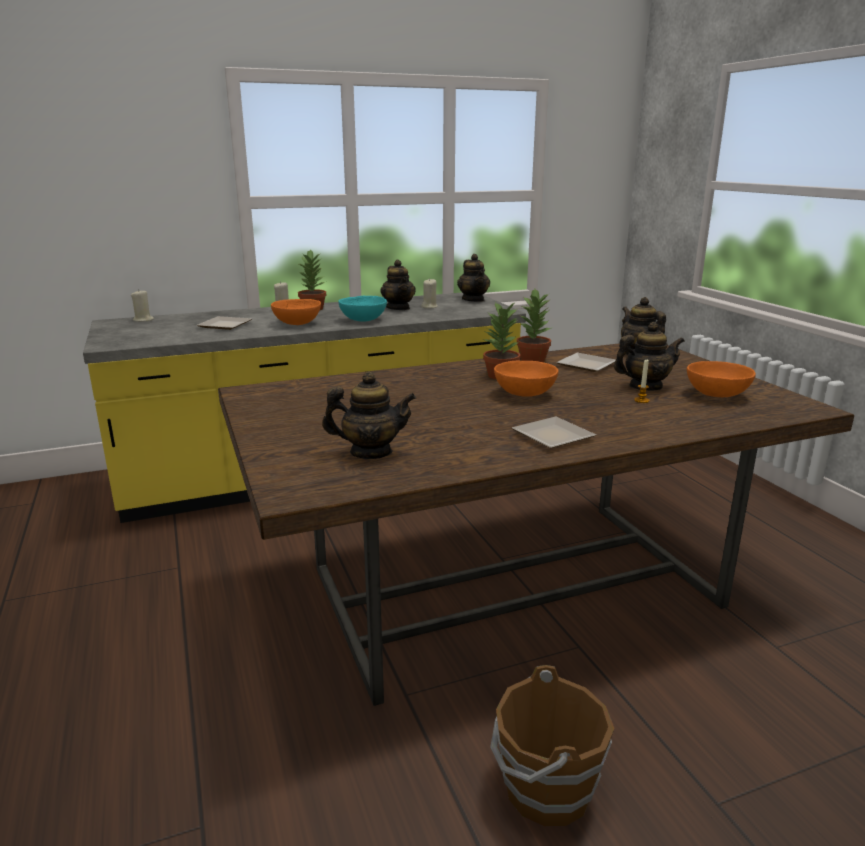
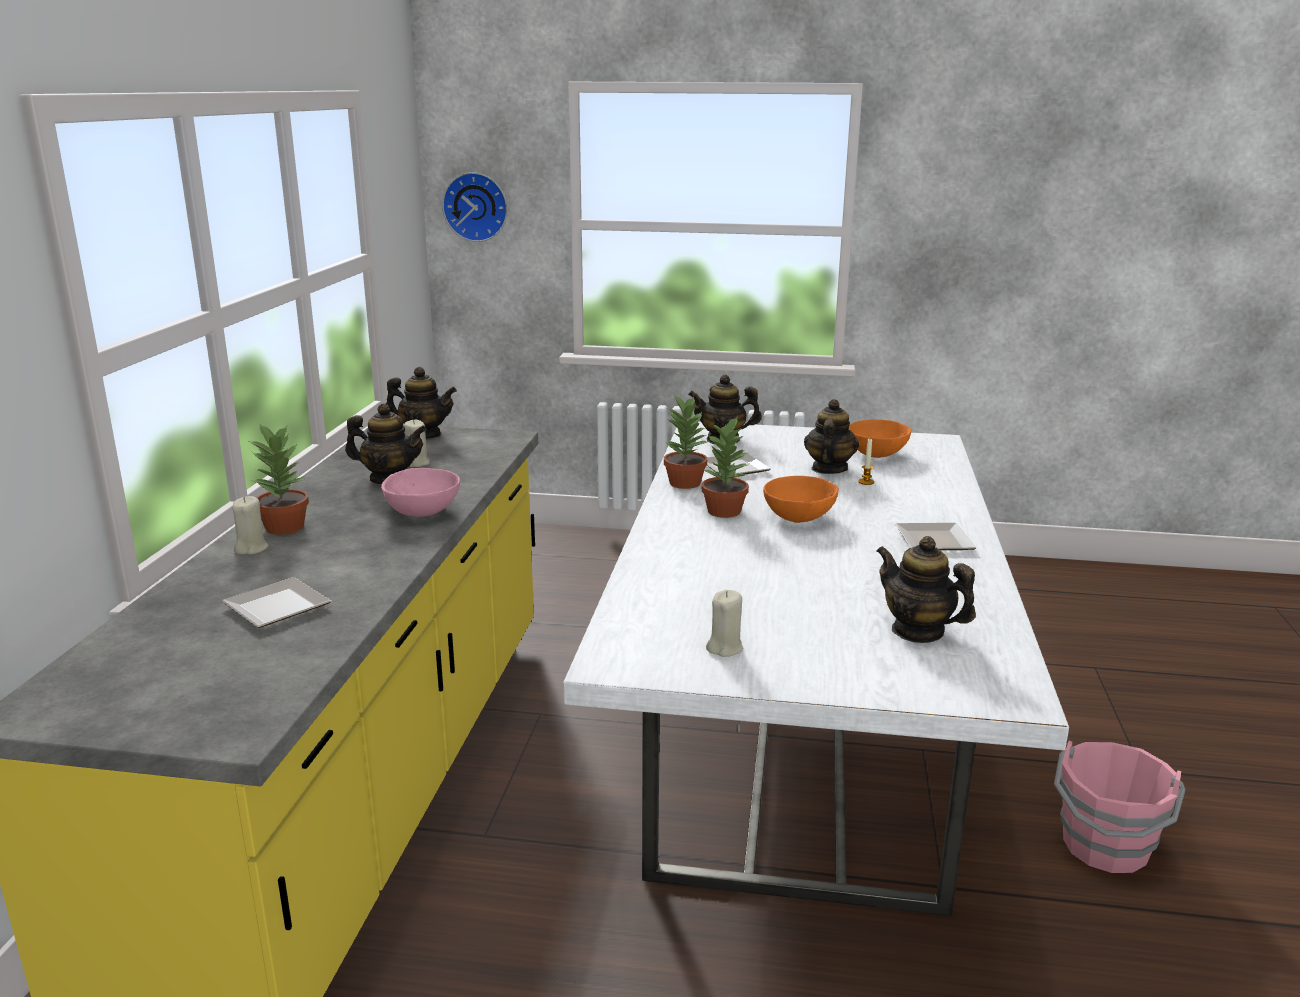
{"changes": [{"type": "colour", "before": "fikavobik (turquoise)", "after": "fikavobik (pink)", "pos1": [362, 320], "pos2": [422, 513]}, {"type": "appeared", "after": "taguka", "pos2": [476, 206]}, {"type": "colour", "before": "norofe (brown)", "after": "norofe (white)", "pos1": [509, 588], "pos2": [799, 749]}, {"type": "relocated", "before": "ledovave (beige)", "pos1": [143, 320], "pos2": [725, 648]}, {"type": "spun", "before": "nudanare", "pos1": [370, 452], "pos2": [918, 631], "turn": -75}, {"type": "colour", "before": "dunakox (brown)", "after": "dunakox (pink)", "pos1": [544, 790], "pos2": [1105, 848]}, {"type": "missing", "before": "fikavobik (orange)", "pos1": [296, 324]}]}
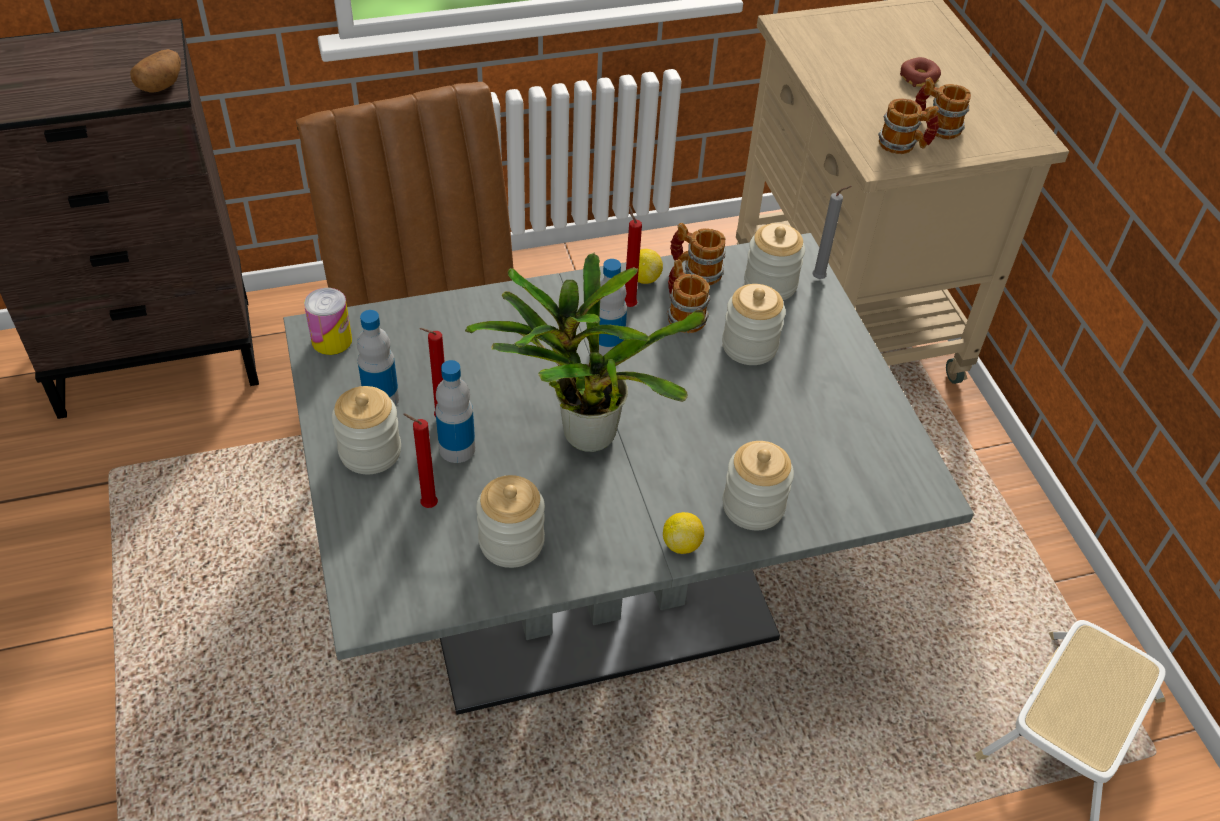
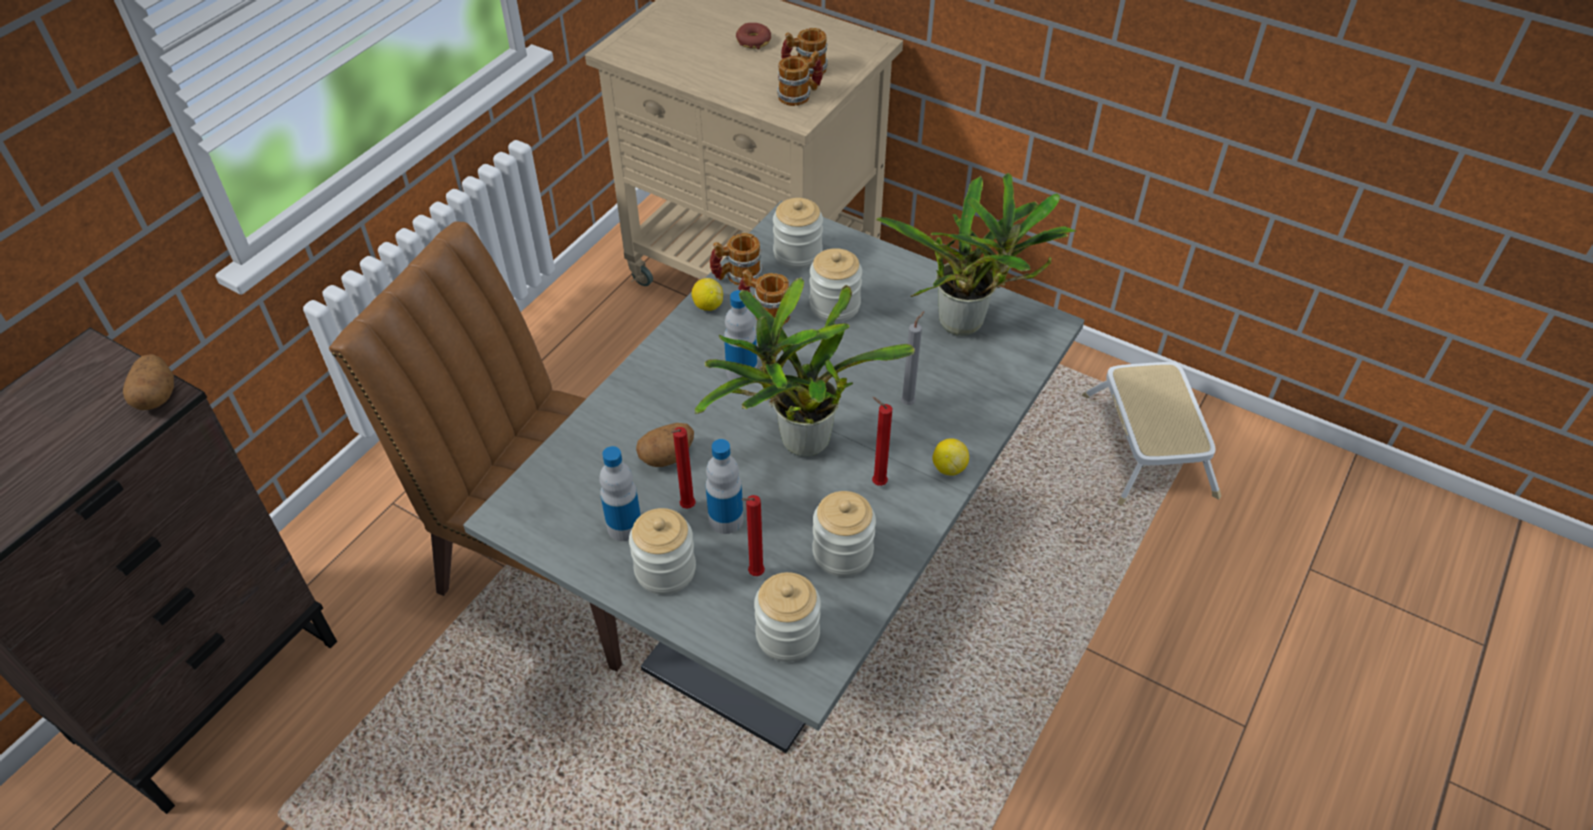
{"changes": [{"type": "appeared", "after": "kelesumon", "pos2": [667, 456]}, {"type": "relocated", "before": "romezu", "pos1": [753, 506], "pos2": [787, 635]}, {"type": "relocated", "before": "ledovave (red)", "pos1": [628, 304], "pos2": [876, 483]}, {"type": "appeared", "after": "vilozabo", "pos2": [968, 324]}, {"type": "relocated", "before": "ledovave (grey)", "pos1": [821, 278], "pos2": [909, 402]}, {"type": "missing", "before": "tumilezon", "pos1": [332, 340]}]}
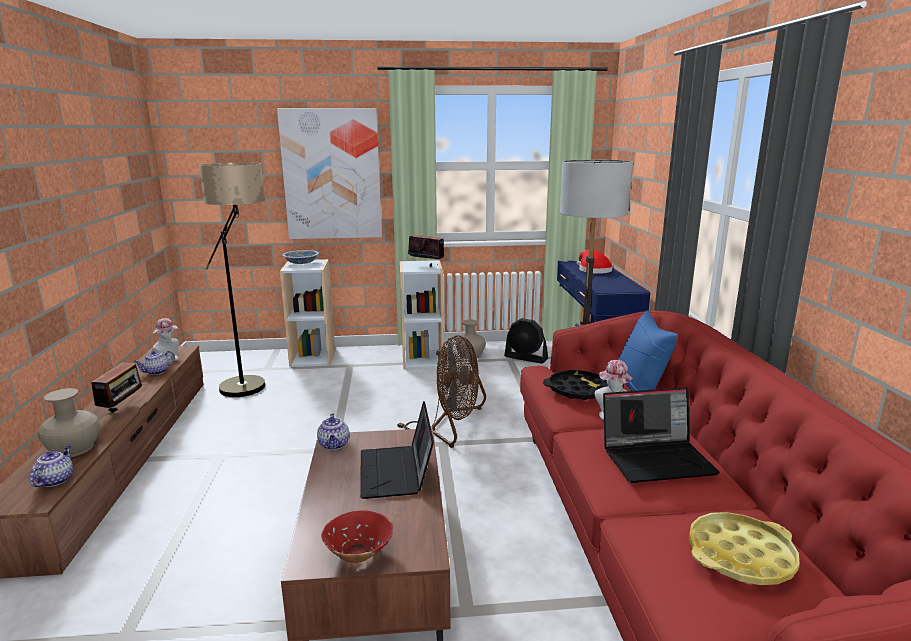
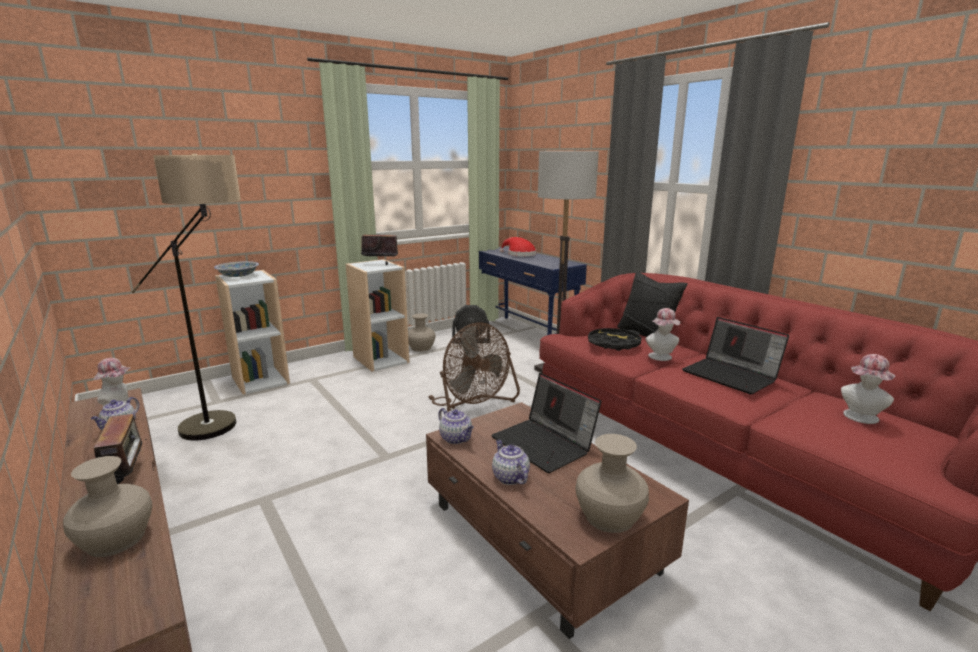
{"changes": [{"type": "spun", "before": "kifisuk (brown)", "pos1": [449, 425], "pos2": [470, 408], "turn": 60}, {"type": "relocated", "before": "nudanare", "pos1": [55, 480], "pos2": [509, 477]}, {"type": "exchanged", "before": "fikavobik (red)", "after": "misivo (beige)", "pos1": [358, 553], "pos2": [609, 516]}, {"type": "colour", "before": "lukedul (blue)", "after": "lukedul (black)", "pos1": [639, 388], "pos2": [647, 334]}, {"type": "spun", "before": "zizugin", "pos1": [657, 458], "pos2": [732, 375], "turn": 90}, {"type": "exchanged", "before": "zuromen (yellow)", "after": "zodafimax", "pos1": [740, 556], "pos2": [861, 418]}, {"type": "missing", "before": "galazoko", "pos1": [332, 174]}]}
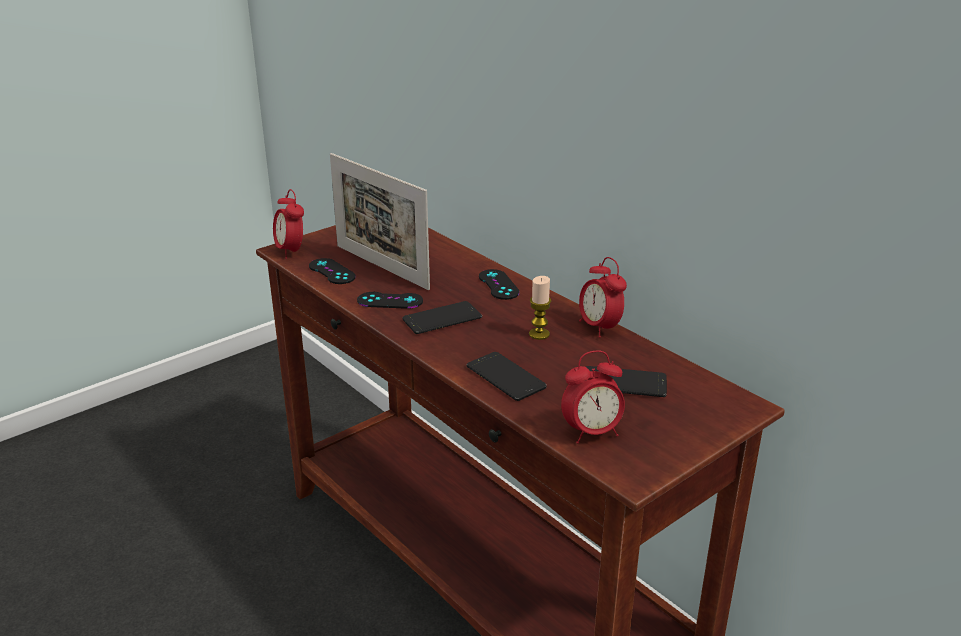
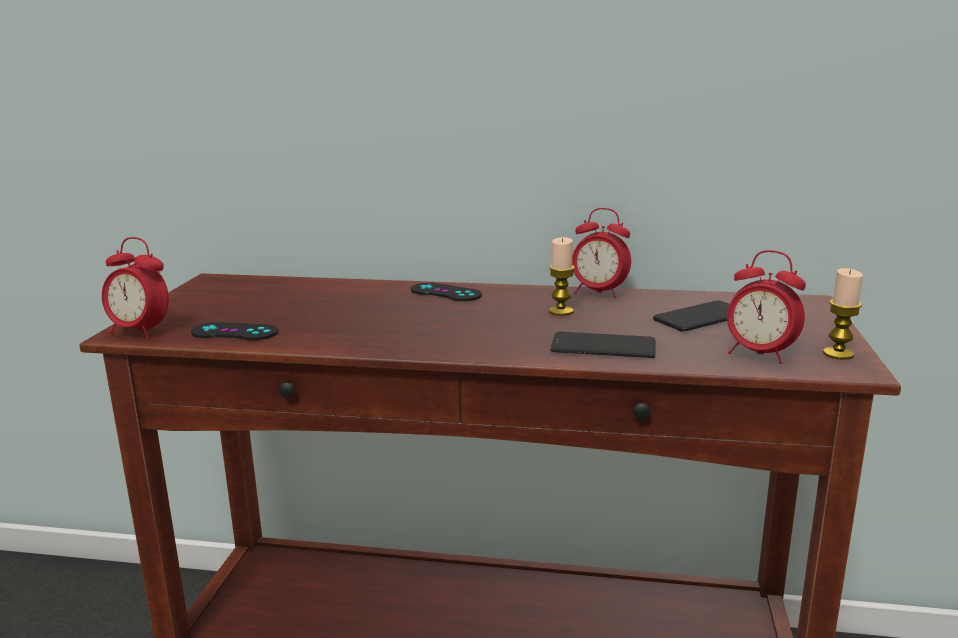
{"changes": [{"type": "spun", "before": "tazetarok", "pos1": [592, 432], "pos2": [759, 355], "turn": 90}, {"type": "appeared", "after": "ledovave", "pos2": [838, 354]}, {"type": "missing", "before": "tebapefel", "pos1": [381, 267]}, {"type": "missing", "before": "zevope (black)", "pos1": [390, 301]}, {"type": "missing", "before": "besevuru", "pos1": [442, 319]}]}
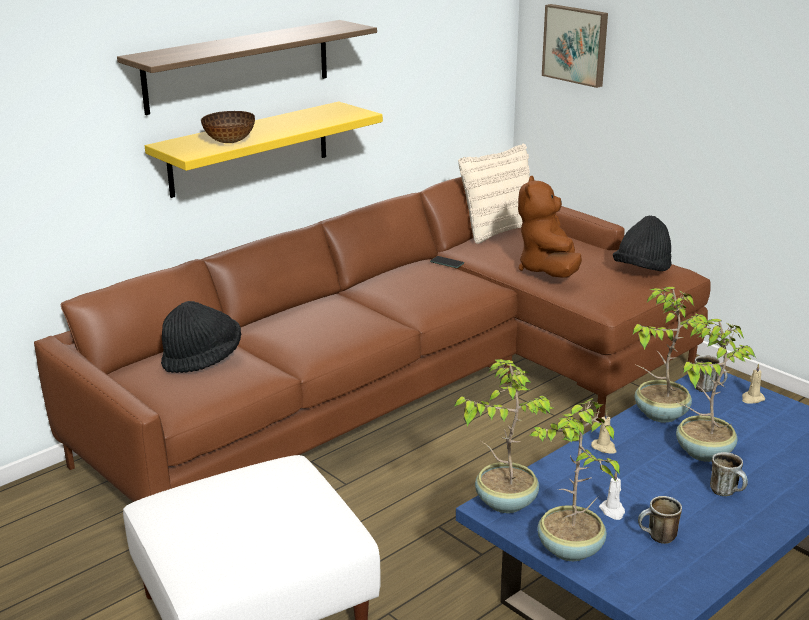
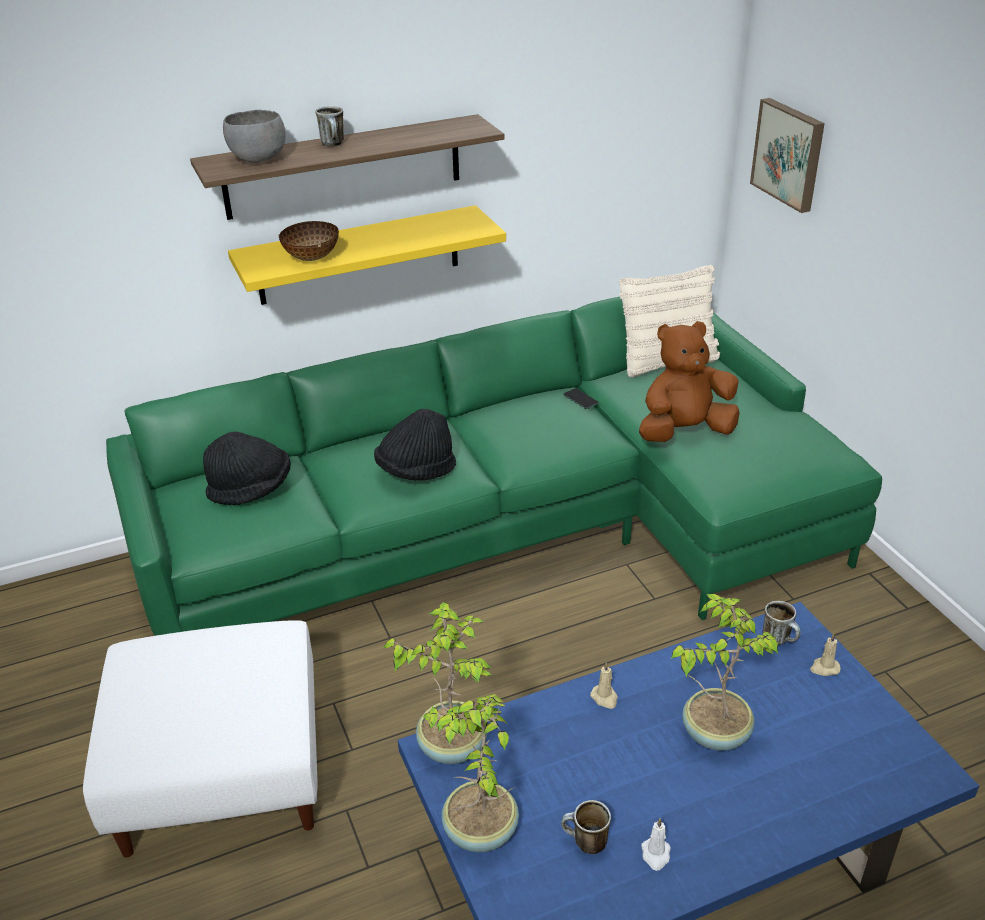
{"changes": [{"type": "colour", "before": "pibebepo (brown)", "after": "pibebepo (green)", "pos1": [404, 391], "pos2": [511, 531]}, {"type": "appeared", "after": "fikavobik (grey)", "pos2": [257, 159]}, {"type": "relocated", "before": "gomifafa", "pos1": [727, 492], "pos2": [334, 144]}, {"type": "relocated", "before": "zodafimax (black)", "pos1": [642, 270], "pos2": [416, 471]}, {"type": "spun", "before": "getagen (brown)", "pos1": [548, 270], "pos2": [684, 432], "turn": 45}, {"type": "relocated", "before": "ledovave (white)", "pos1": [612, 511], "pos2": [656, 855]}, {"type": "missing", "before": "vilozabo", "pos1": [659, 414]}]}
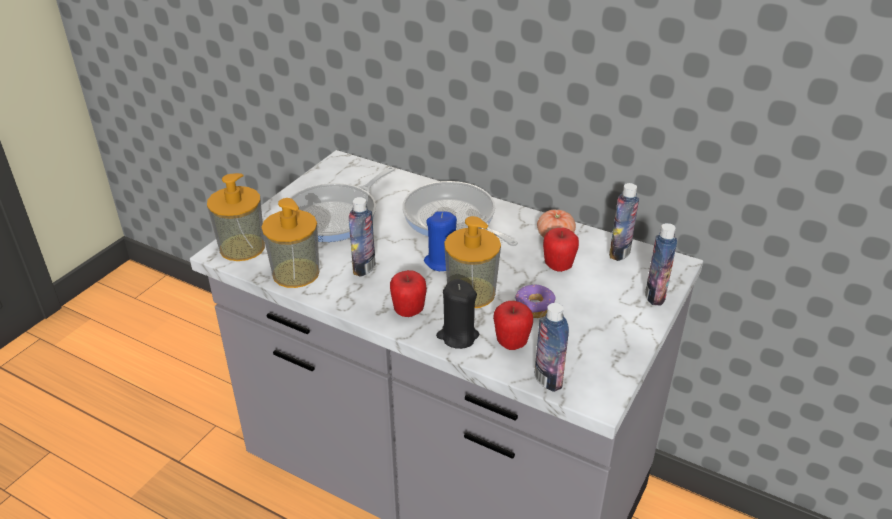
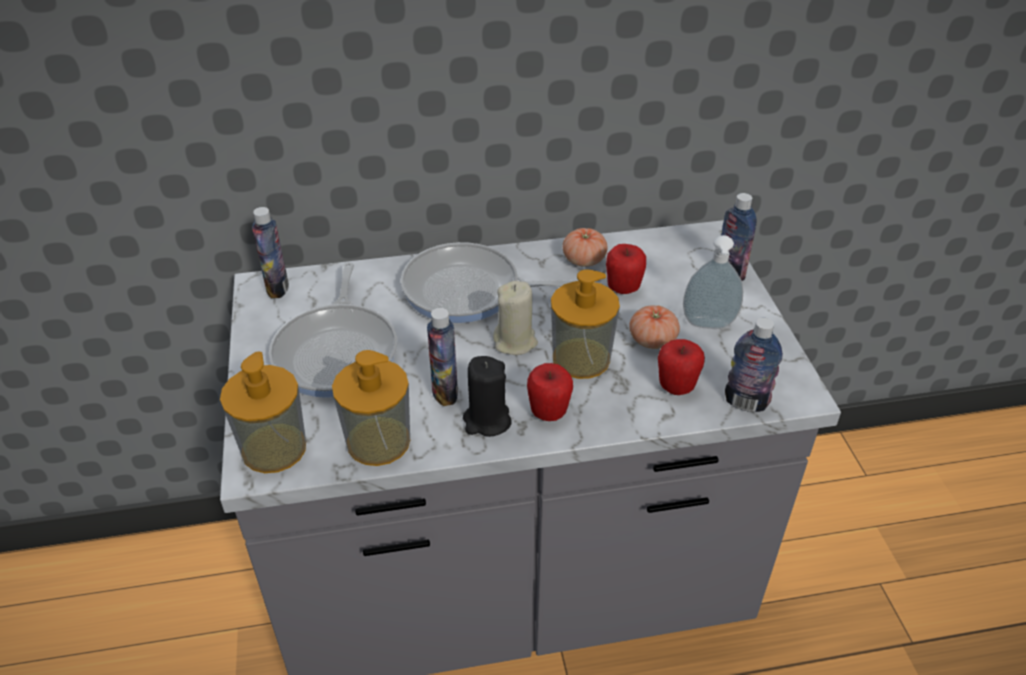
{"changes": [{"type": "relocated", "before": "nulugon", "pos1": [619, 253], "pos2": [277, 288]}, {"type": "relocated", "before": "ledovave (black)", "pos1": [457, 336], "pos2": [487, 421]}, {"type": "colour", "before": "ledovave (blue)", "after": "ledovave (beige)", "pos1": [443, 262], "pos2": [515, 341]}, {"type": "exchanged", "before": "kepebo", "after": "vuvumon", "pos1": [535, 307], "pos2": [652, 340]}, {"type": "appeared", "after": "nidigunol", "pos2": [708, 325]}]}
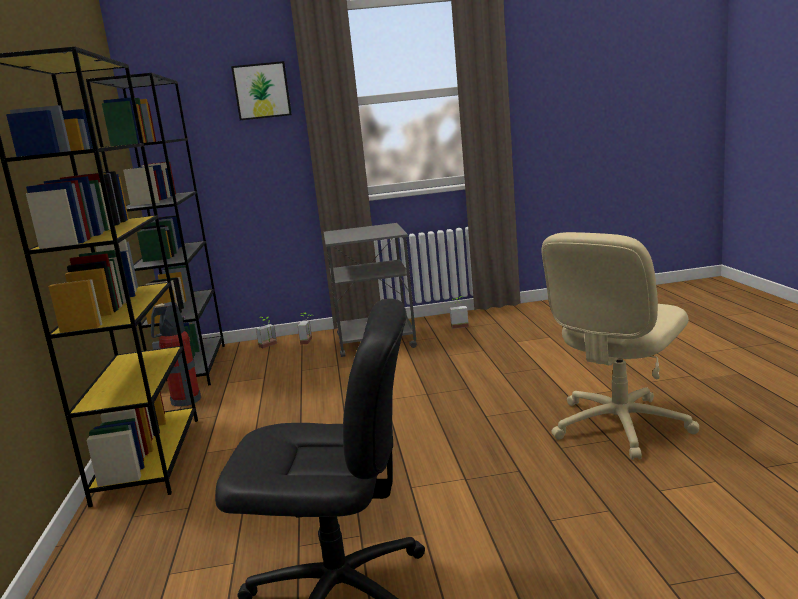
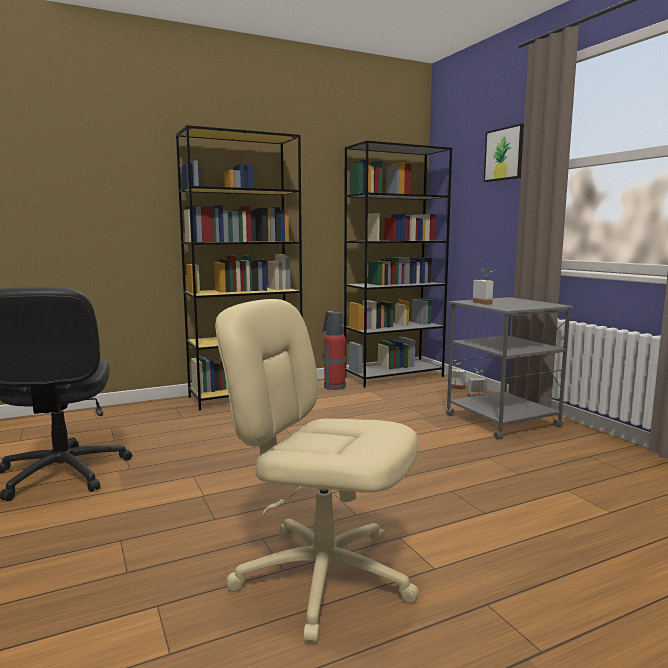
{"changes": [{"type": "relocated", "before": "vilozabo", "pos1": [459, 325], "pos2": [485, 303]}]}
